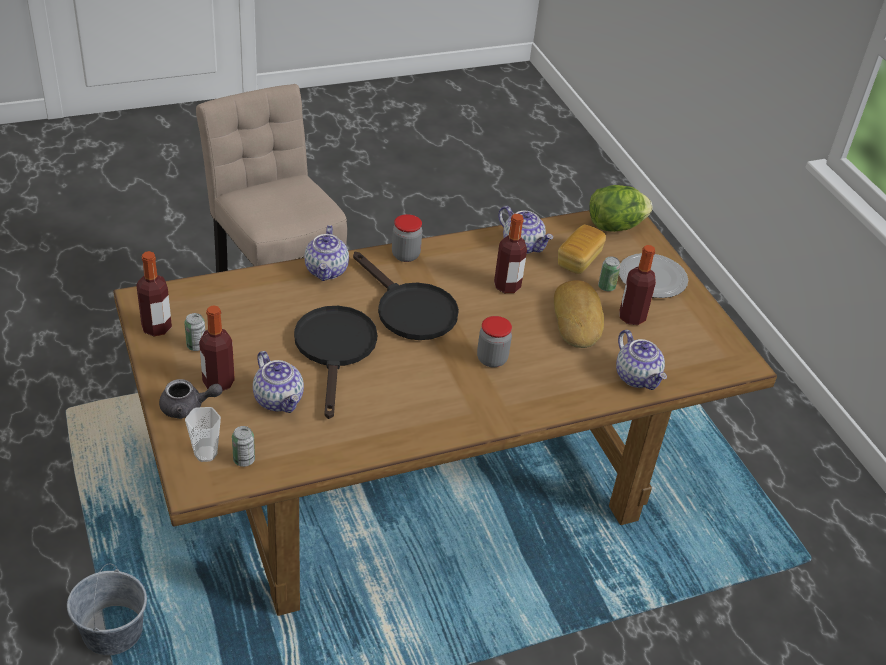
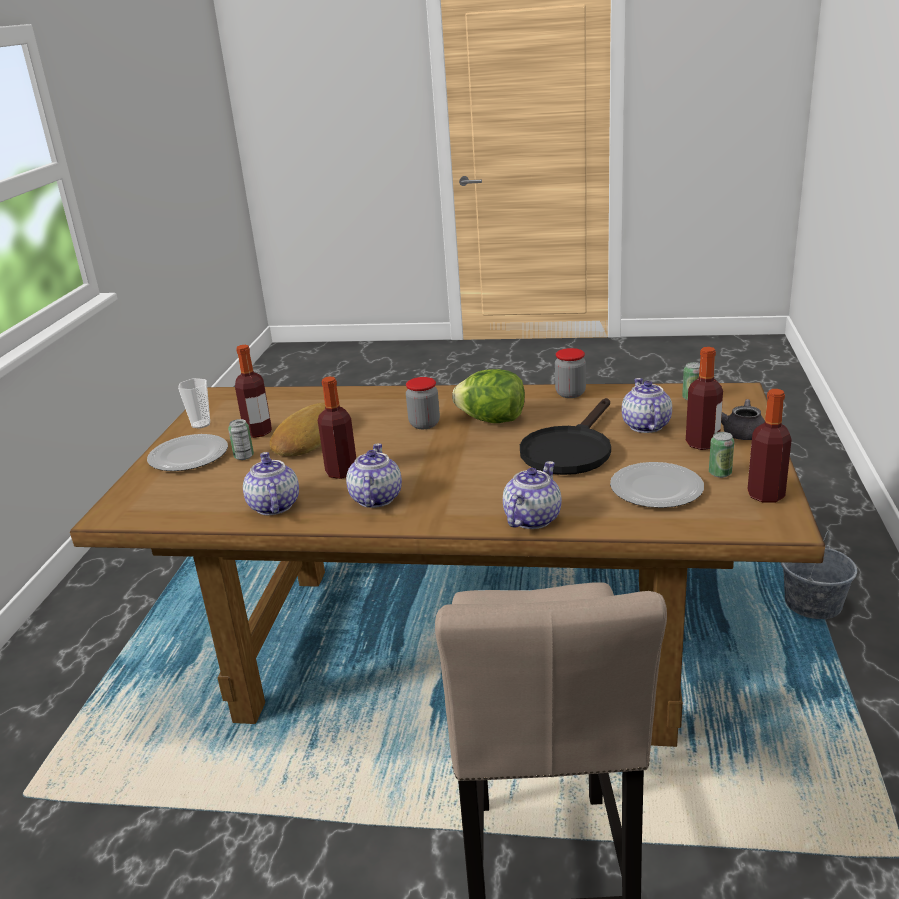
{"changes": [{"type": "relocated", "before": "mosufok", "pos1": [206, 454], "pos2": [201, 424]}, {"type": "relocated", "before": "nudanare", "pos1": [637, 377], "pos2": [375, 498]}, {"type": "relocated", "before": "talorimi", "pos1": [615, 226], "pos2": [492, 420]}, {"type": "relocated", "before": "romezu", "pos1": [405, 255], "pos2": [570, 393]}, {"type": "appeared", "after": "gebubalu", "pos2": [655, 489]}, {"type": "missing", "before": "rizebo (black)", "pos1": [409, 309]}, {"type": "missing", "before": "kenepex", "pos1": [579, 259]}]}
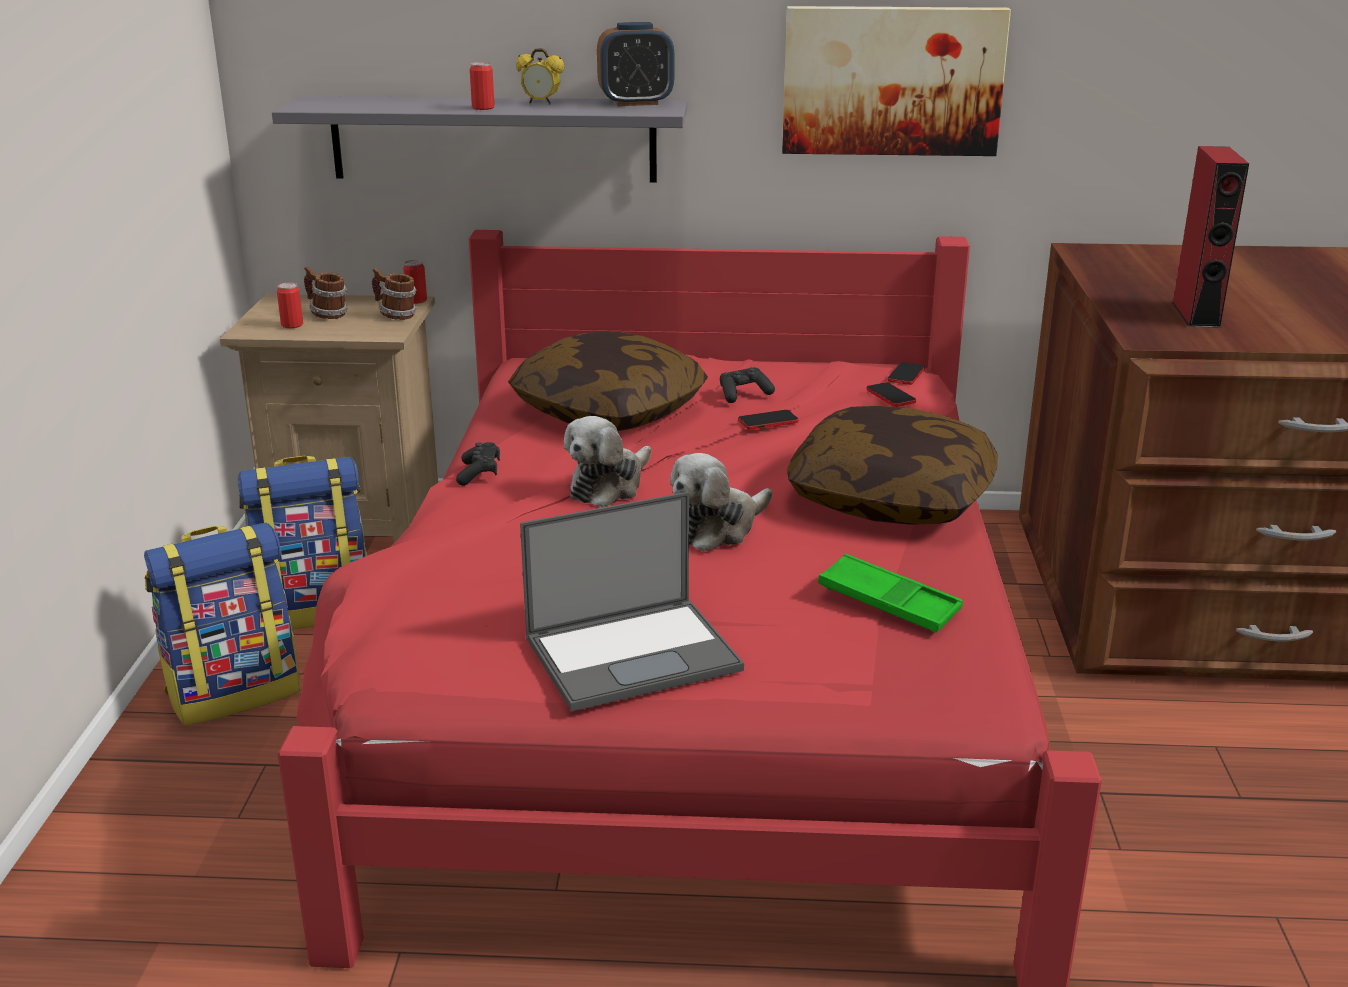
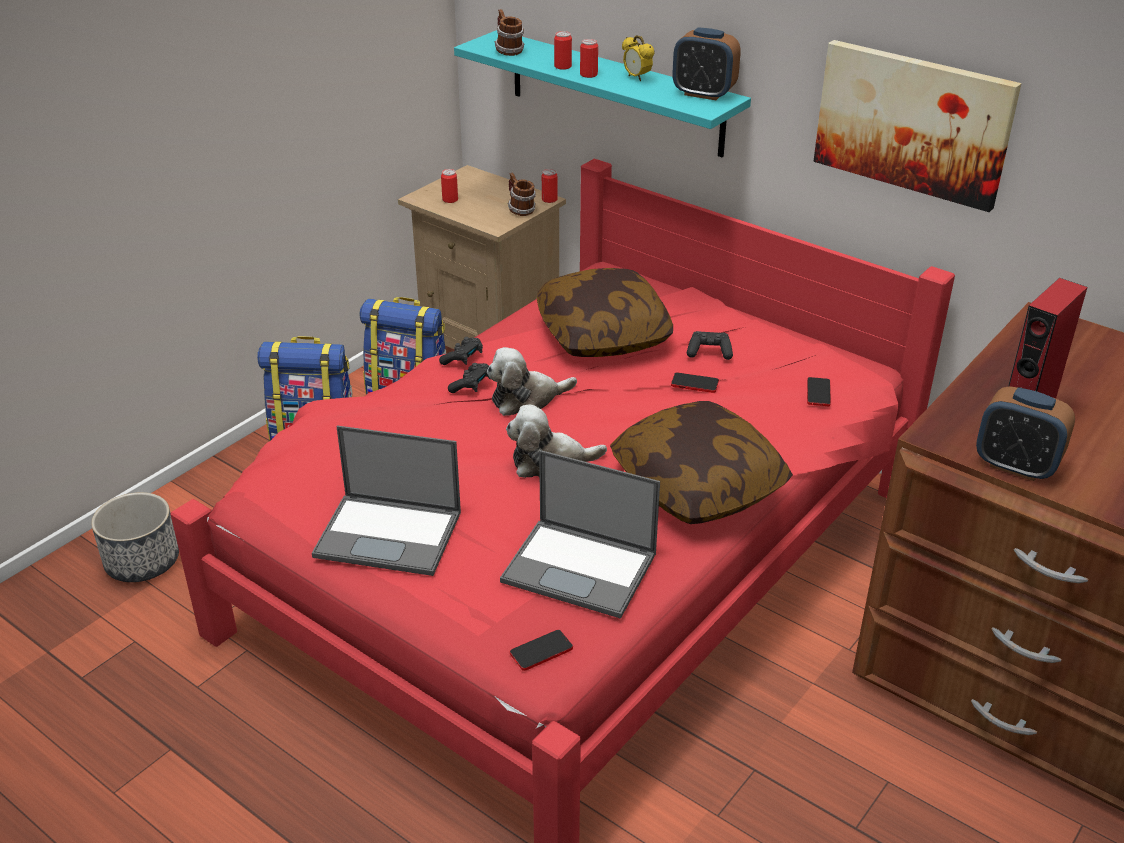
{"changes": [{"type": "appeared", "after": "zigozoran", "pos2": [143, 561]}, {"type": "appeared", "after": "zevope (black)", "pos2": [471, 385]}, {"type": "colour", "before": "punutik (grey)", "after": "punutik (turquoise)", "pos1": [493, 139], "pos2": [615, 93]}, {"type": "relocated", "before": "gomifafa", "pos1": [327, 315], "pos2": [508, 51]}, {"type": "exchanged", "before": "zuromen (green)", "after": "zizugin", "pos1": [888, 602], "pos2": [581, 568]}, {"type": "relocated", "before": "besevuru", "pos1": [906, 375], "pos2": [541, 651]}, {"type": "appeared", "after": "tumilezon", "pos2": [563, 66]}, {"type": "appeared", "after": "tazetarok", "pos2": [1015, 466]}]}
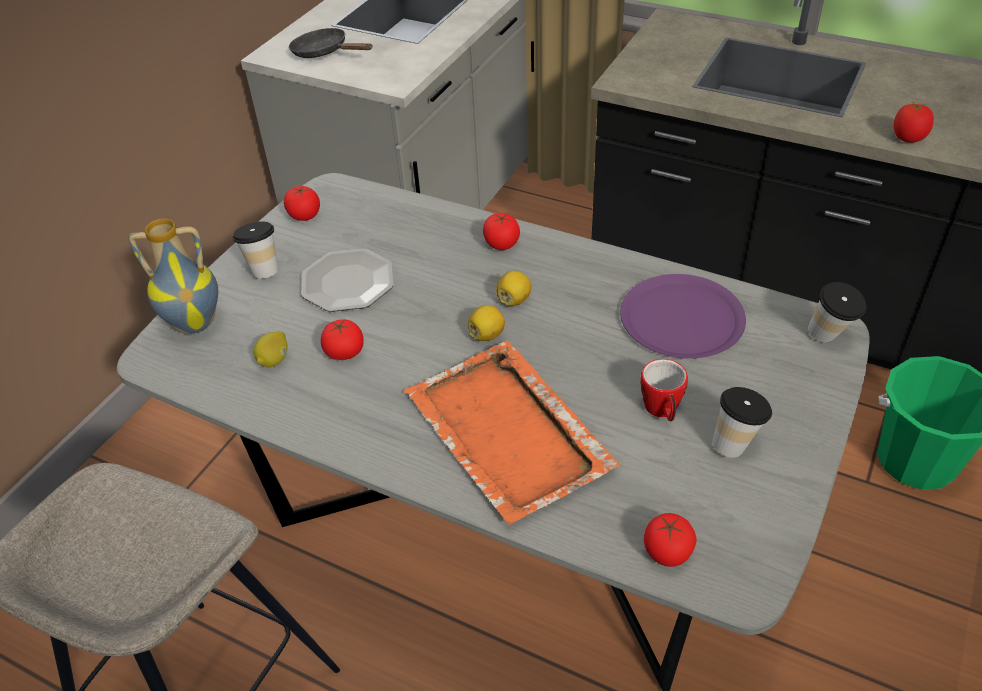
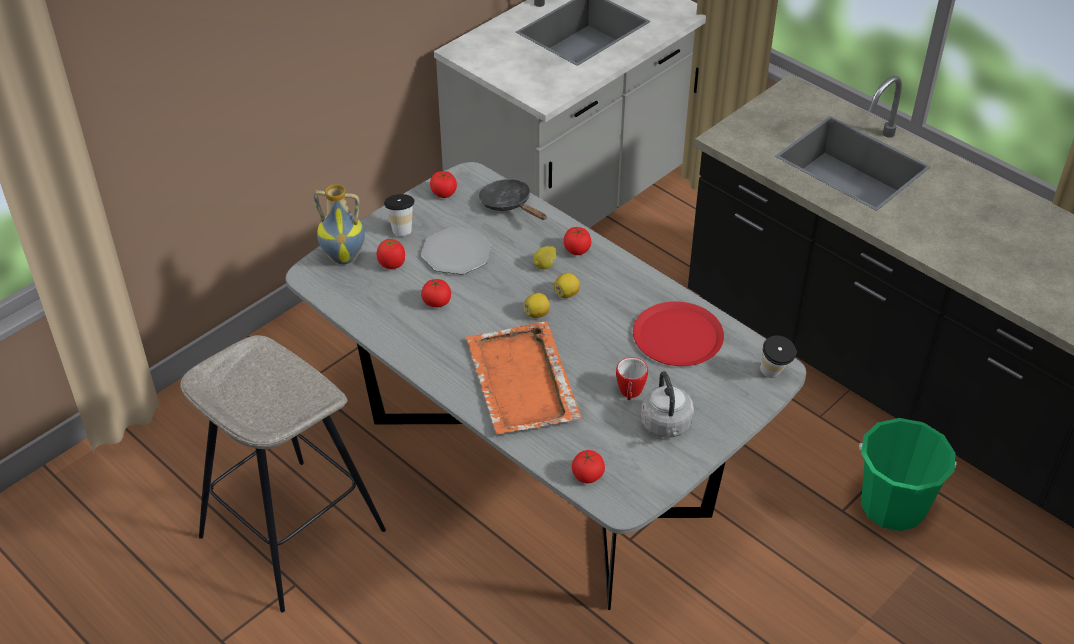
{"changes": [{"type": "relocated", "before": "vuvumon", "pos1": [908, 138], "pos2": [392, 264]}, {"type": "relocated", "before": "rizebo (black)", "pos1": [325, 53], "pos2": [509, 204]}, {"type": "relocated", "before": "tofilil", "pos1": [274, 360], "pos2": [545, 265]}, {"type": "colour", "before": "gebubalu (purple)", "after": "gebubalu (red)", "pos1": [682, 318], "pos2": [678, 336]}, {"type": "exchanged", "before": "mosufok", "after": "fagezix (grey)", "pos1": [736, 444], "pos2": [666, 426]}]}
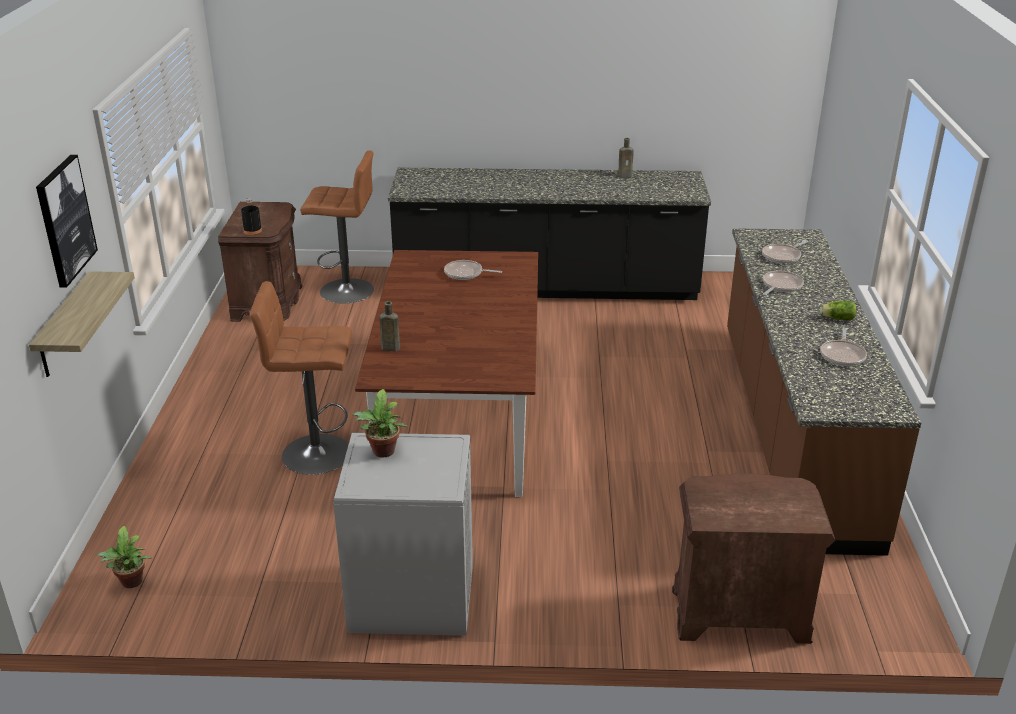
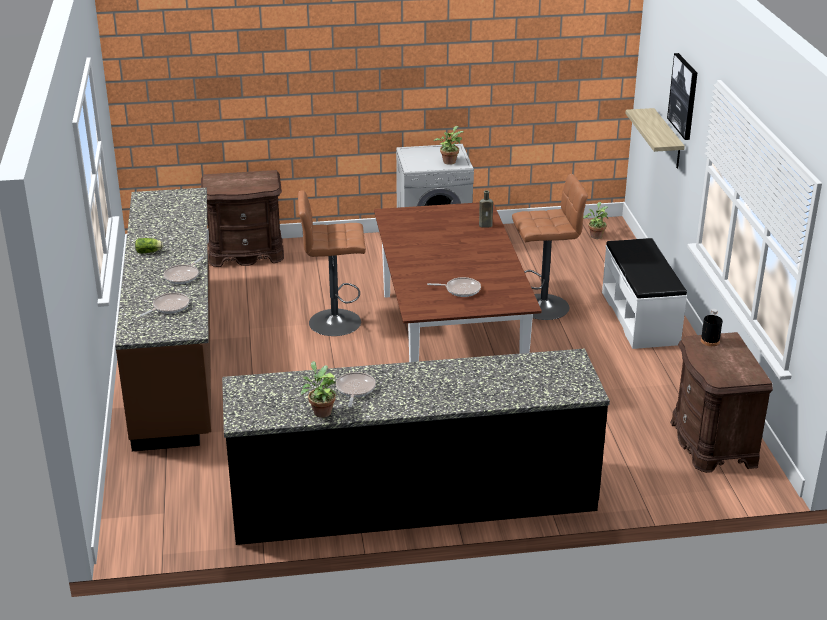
{"changes": [{"type": "relocated", "before": "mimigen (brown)", "pos1": [347, 291], "pos2": [334, 322]}, {"type": "exchanged", "before": "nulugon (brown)", "after": "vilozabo", "pos1": [626, 176], "pos2": [320, 411]}, {"type": "relocated", "before": "rizebo", "pos1": [842, 355], "pos2": [355, 389]}, {"type": "appeared", "after": "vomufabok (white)", "pos2": [640, 318]}]}
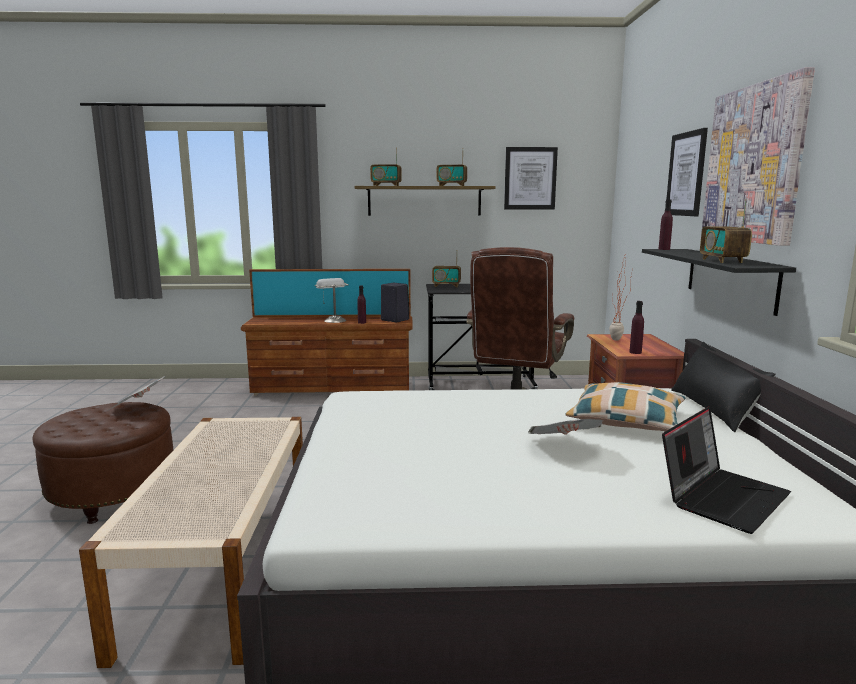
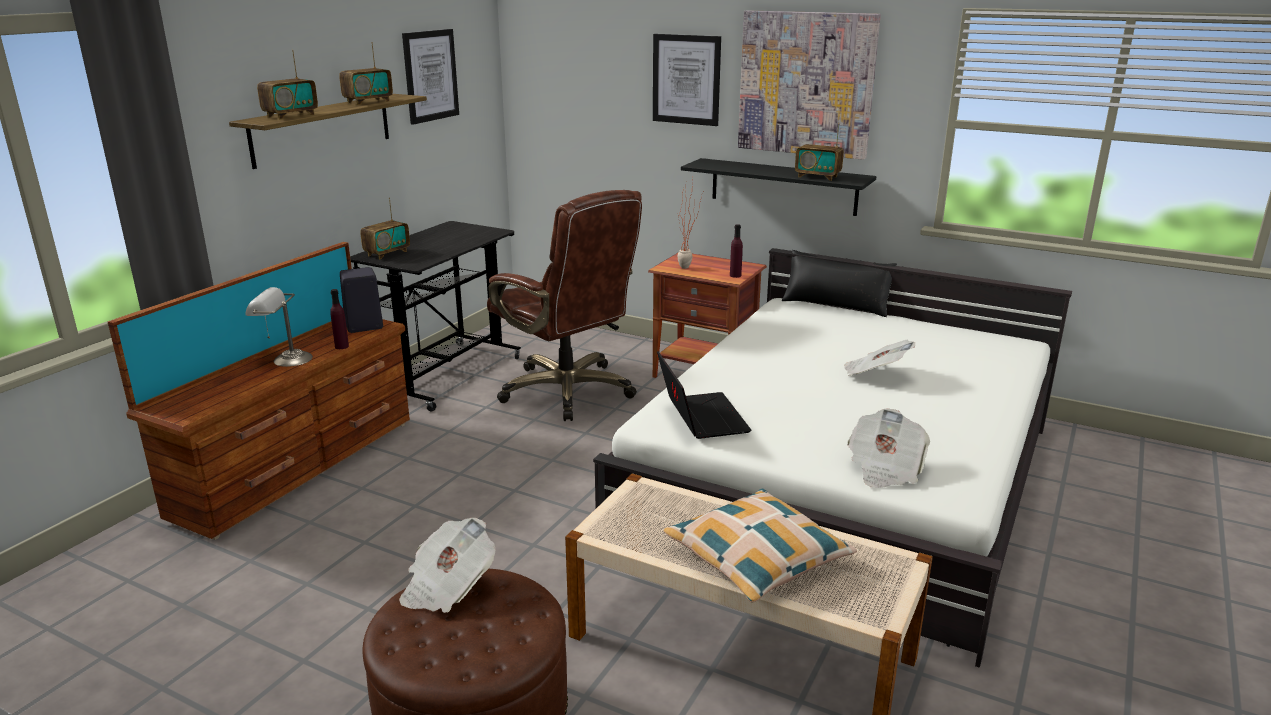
{"changes": [{"type": "relocated", "before": "zizugin", "pos1": [722, 497], "pos2": [700, 417]}, {"type": "relocated", "before": "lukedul", "pos1": [626, 419], "pos2": [757, 556]}, {"type": "appeared", "after": "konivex", "pos2": [884, 469]}, {"type": "missing", "before": "nulugon (purple)", "pos1": [664, 249]}]}
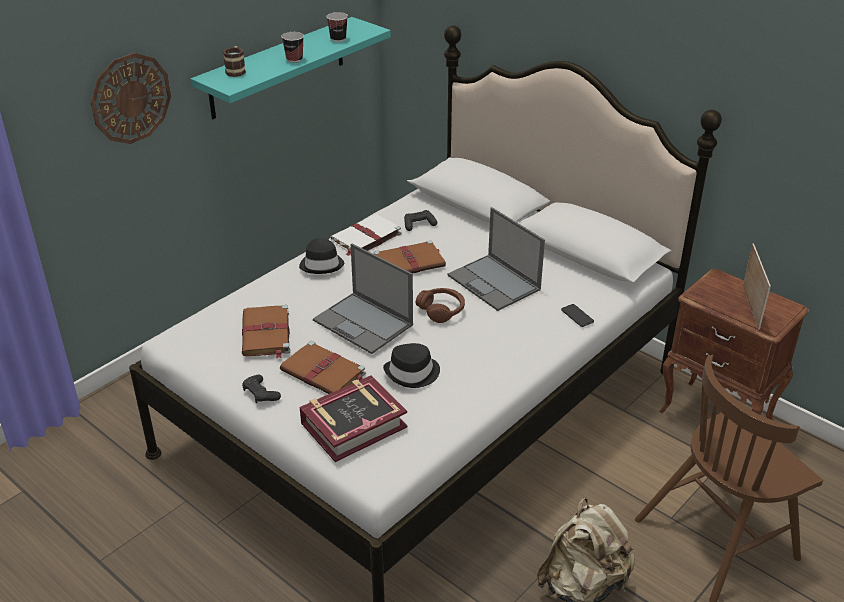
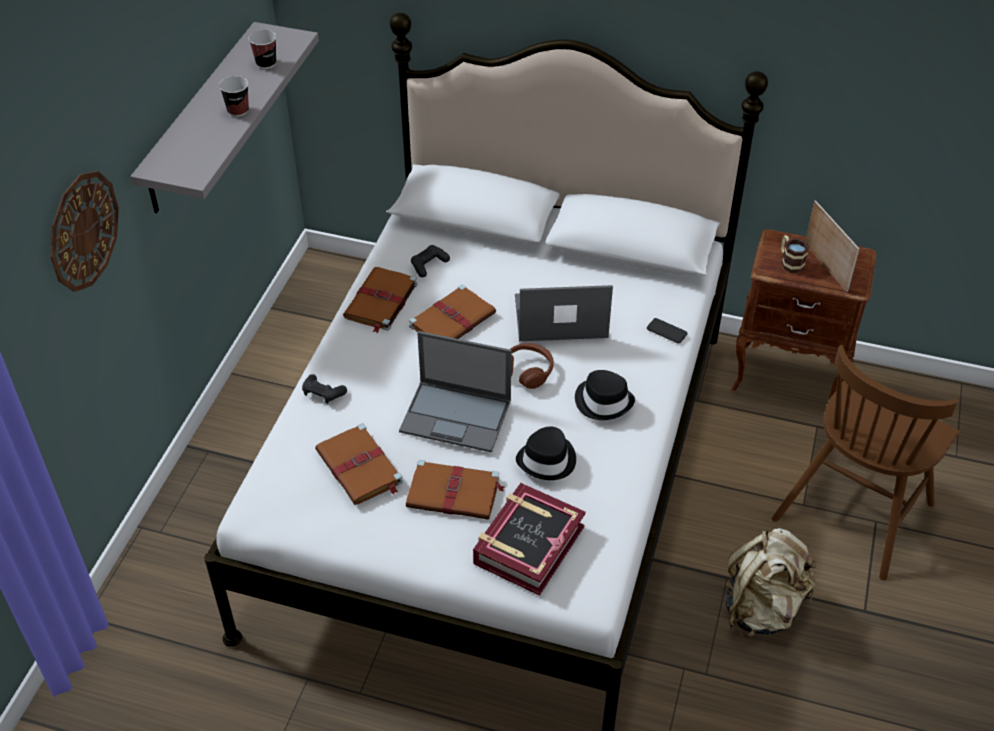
{"changes": [{"type": "colour", "before": "punutik (turquoise)", "after": "punutik (grey)", "pos1": [278, 68], "pos2": [201, 119]}, {"type": "relocated", "before": "zevope (black)", "pos1": [260, 394], "pos2": [323, 393]}, {"type": "colour", "before": "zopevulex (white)", "after": "zopevulex (brown)", "pos1": [365, 238], "pos2": [380, 302]}, {"type": "spun", "before": "zizugin", "pos1": [494, 283], "pos2": [559, 317], "turn": 150}, {"type": "relocated", "before": "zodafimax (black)", "pos1": [322, 264], "pos2": [603, 401]}, {"type": "relocated", "before": "gomifafa", "pos1": [236, 70], "pos2": [789, 262]}]}
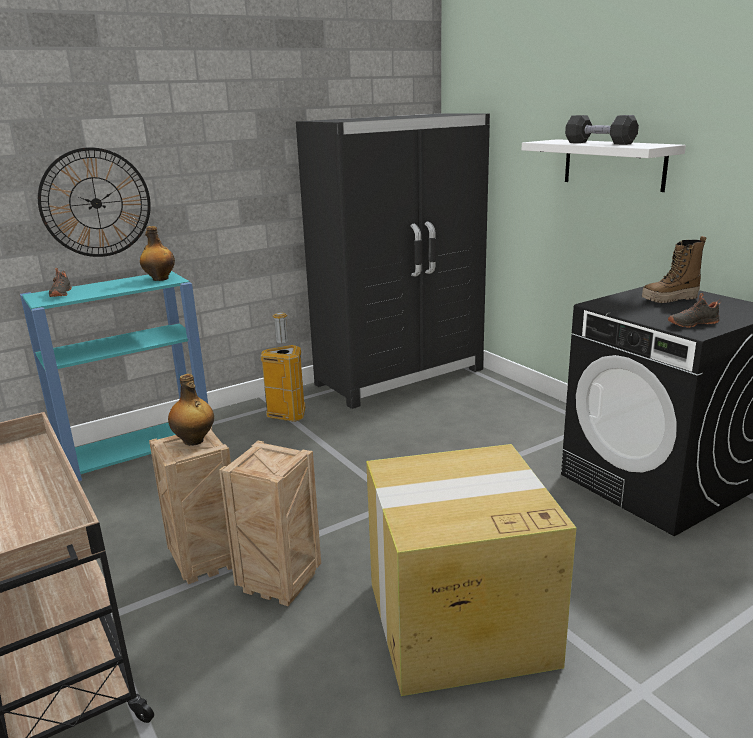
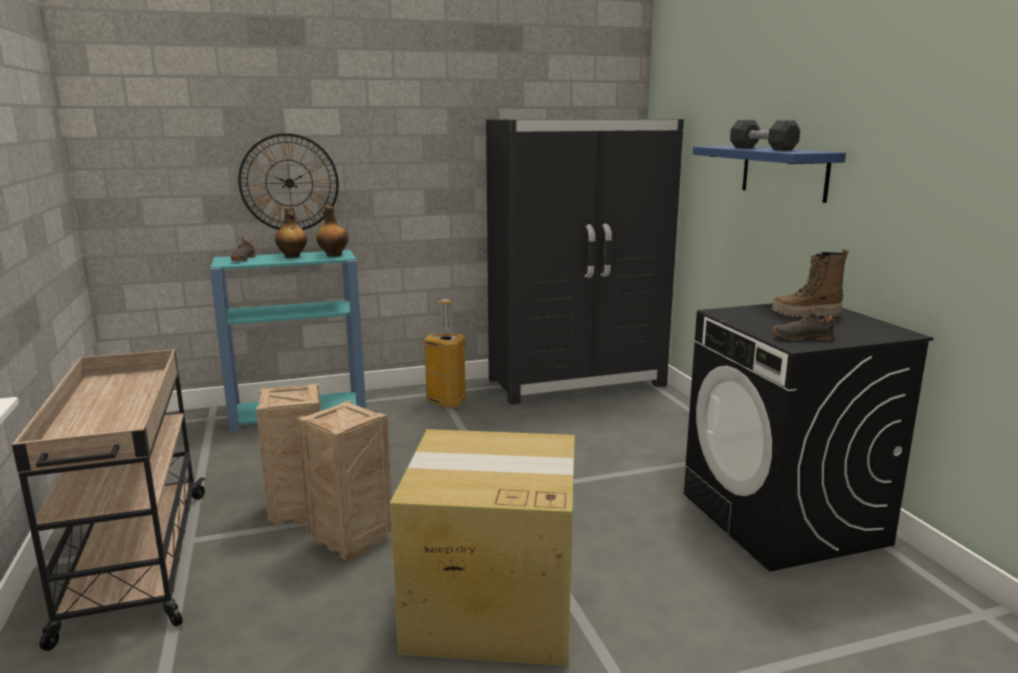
{"changes": [{"type": "relocated", "before": "nulugon", "pos1": [194, 441], "pos2": [292, 256]}, {"type": "colour", "before": "punutik (white)", "after": "punutik (blue)", "pos1": [613, 164], "pos2": [784, 172]}]}
